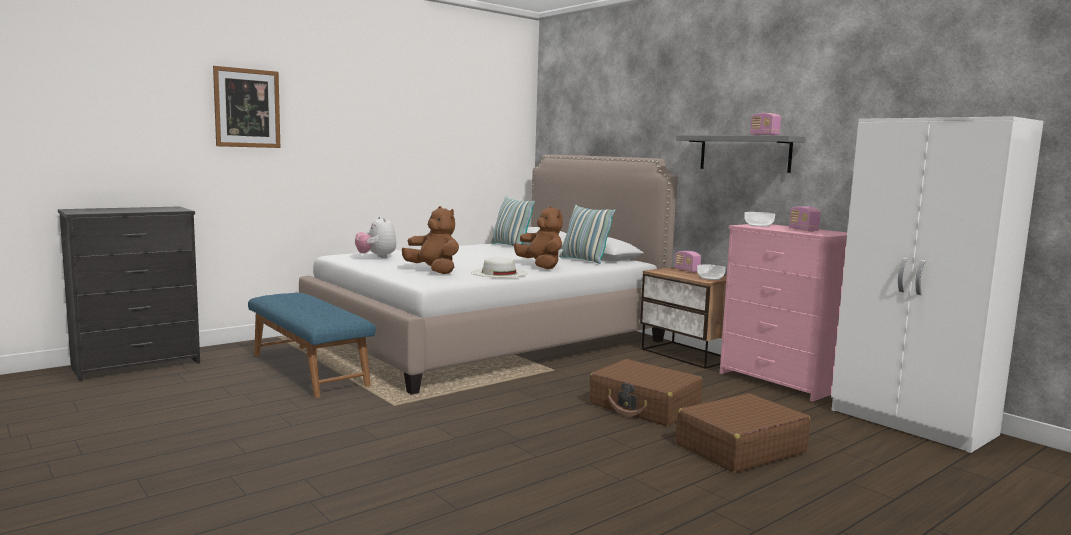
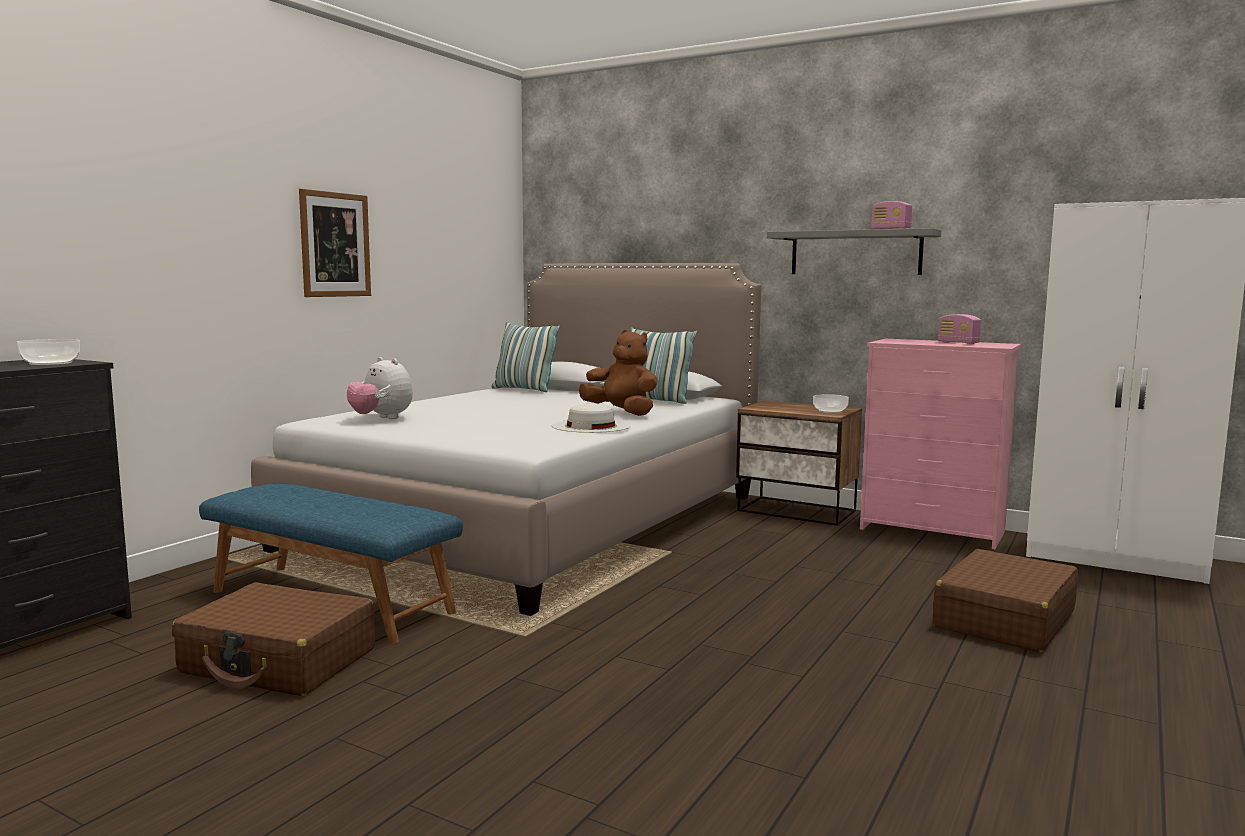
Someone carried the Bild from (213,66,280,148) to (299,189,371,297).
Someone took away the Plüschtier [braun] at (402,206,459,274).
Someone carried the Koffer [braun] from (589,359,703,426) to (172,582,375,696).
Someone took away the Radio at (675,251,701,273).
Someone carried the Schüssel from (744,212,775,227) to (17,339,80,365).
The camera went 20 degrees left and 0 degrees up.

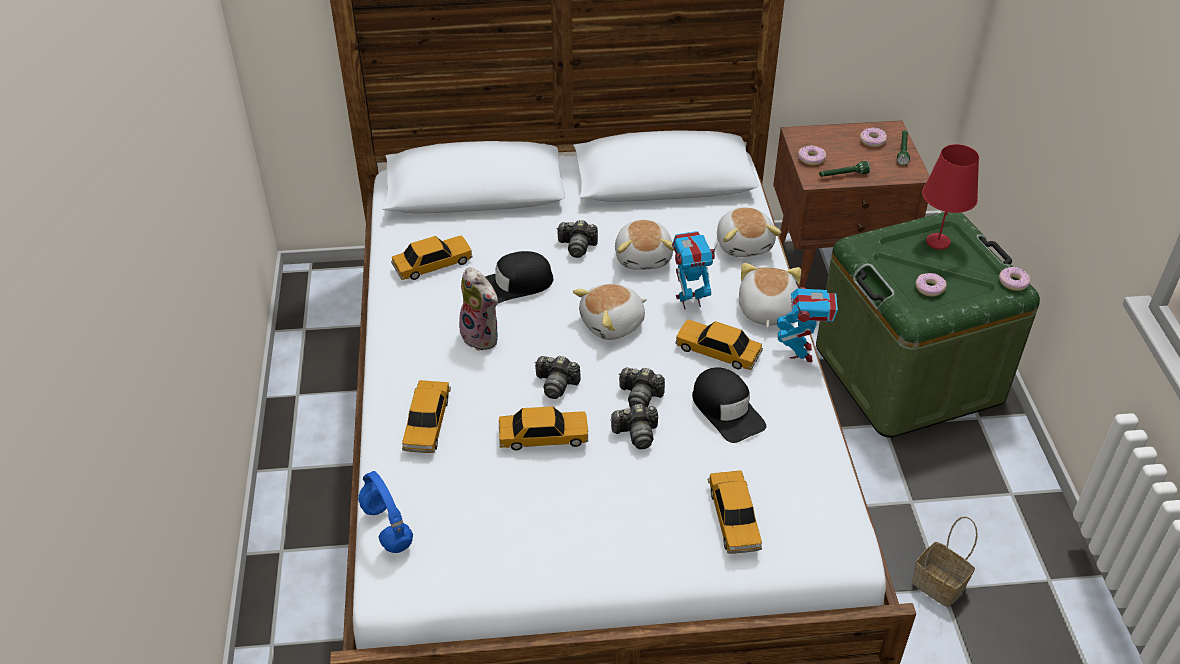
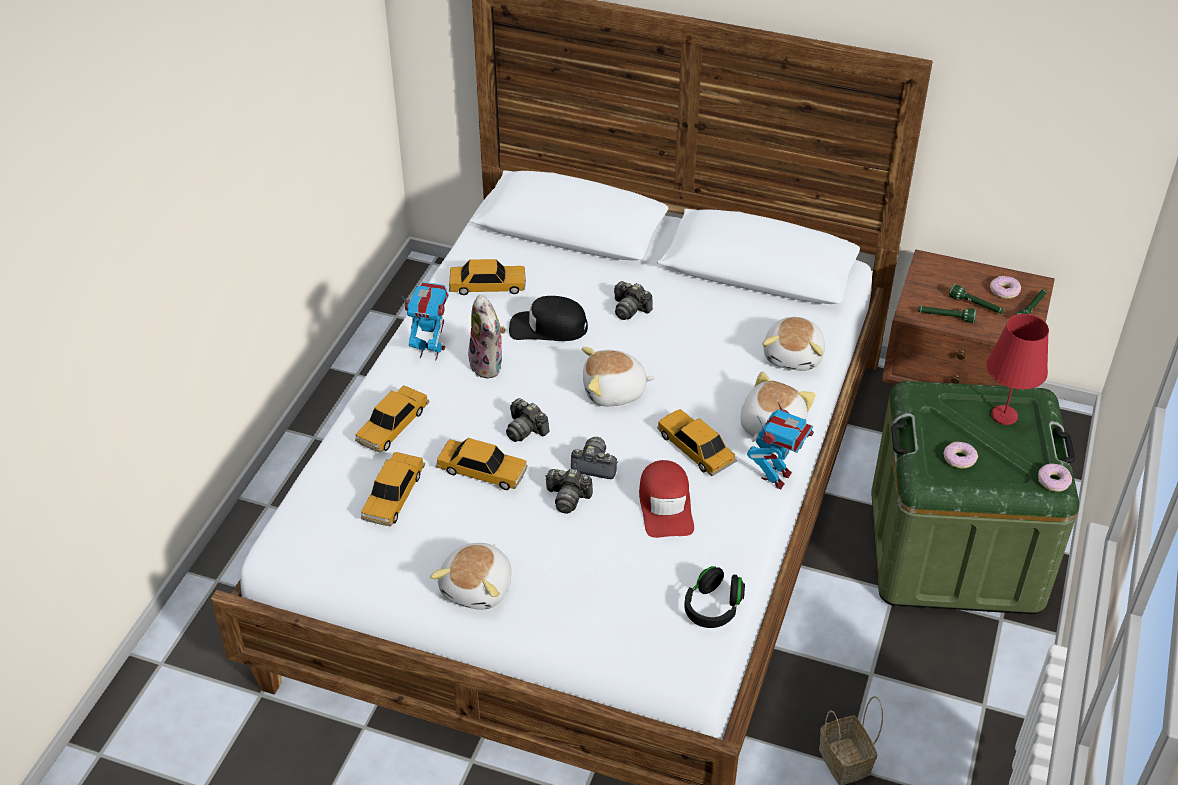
Someone took away the Kopfhörer [blau] at (358,471,413,553).
Someone carried the Plüschtier from (615,220,674,270) to (430,543,512,610).
Someone rotated the Kamera at (619,368,665,407) by 150 degrees clockwise.
Someone carried the Spielzeugroboter from (672,231,717,309) to (402,282,449,360).
Someone repainted the Kappe [schwarz] at (692,367,766,443), which became the Kappe [rot] at (639,460,694,538).
Someone carried the Spielzeugauto from (708,470,762,554) to (361,452,425,526).
Someone took away the Donut at (798,145,826,165).
Someone put down the Kopfhörer [schwarz] at (684,566,745,628).
Someone put down the Taschenlampe [grün] at (949,284,1004,314).
The camera went 25 degrees right and 0 degrees up.

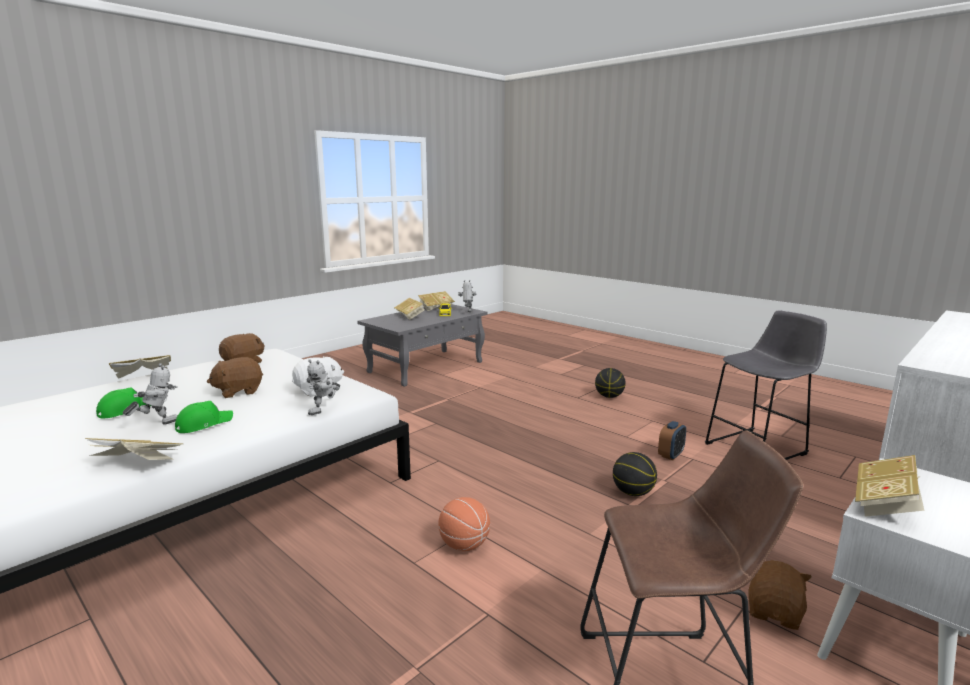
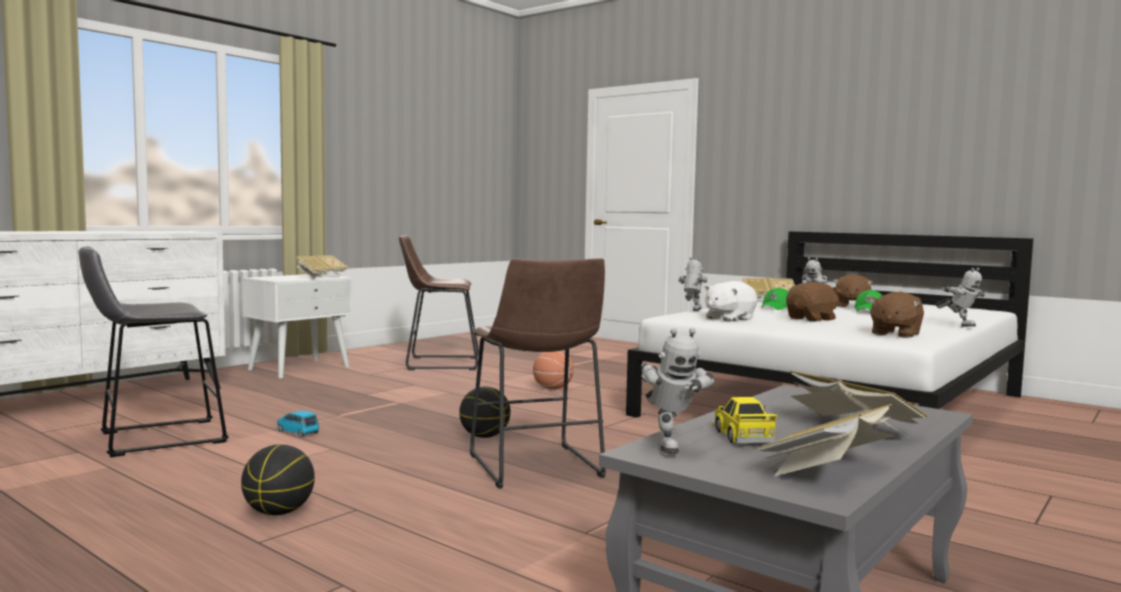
Someone swapped the Buch at (108,355,171,379) for the Spielzeugroboter at (935,268,986,327).
Someone carried the Basketball from (613,452,657,496) to (459,387,511,438).
Someone swapped the Wecker at (658,421,686,460) for the Spielzeugauto [blau] at (277,411,319,437).
Someone carried the Plüschtier [braun] from (749,560,812,630) to (833,274,873,309).
Someone put down the Hocker [braun] at (470,258,606,489).
The camera went 175 degrees right and 10 degrees down.

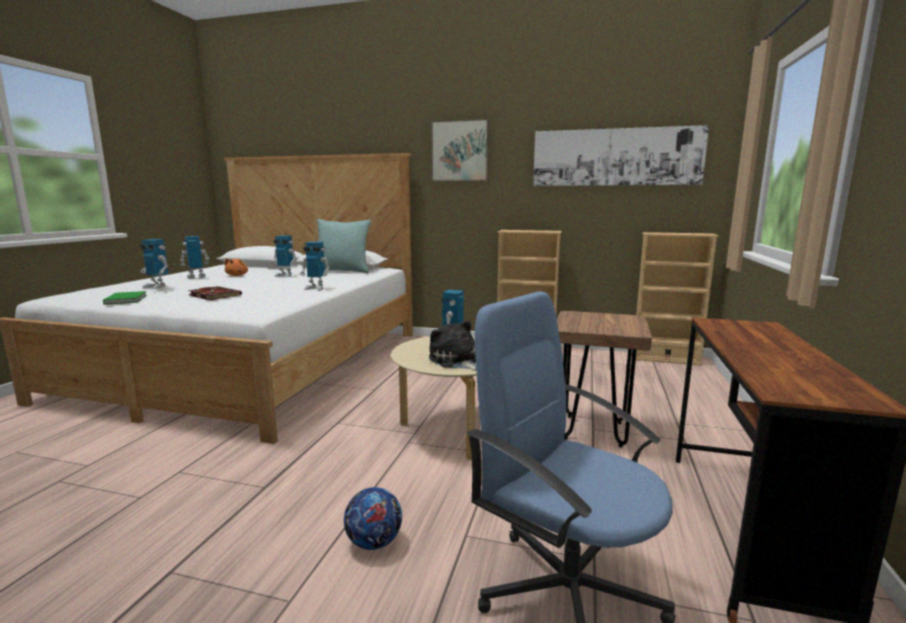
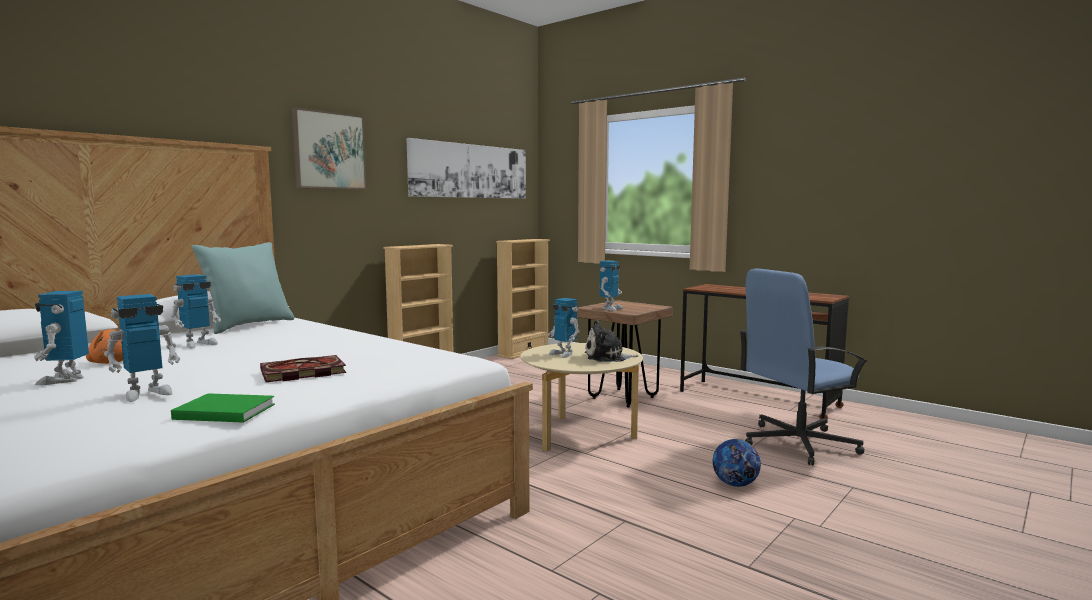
Someone carried the Spielzeugroboter from (300,242,330,290) to (600,260,624,311).
The camera went 65 degrees left and 5 degrees down.

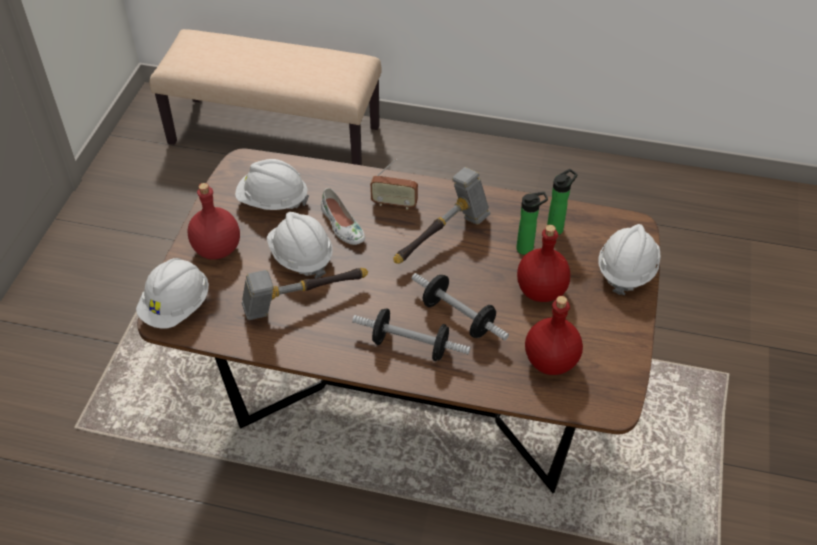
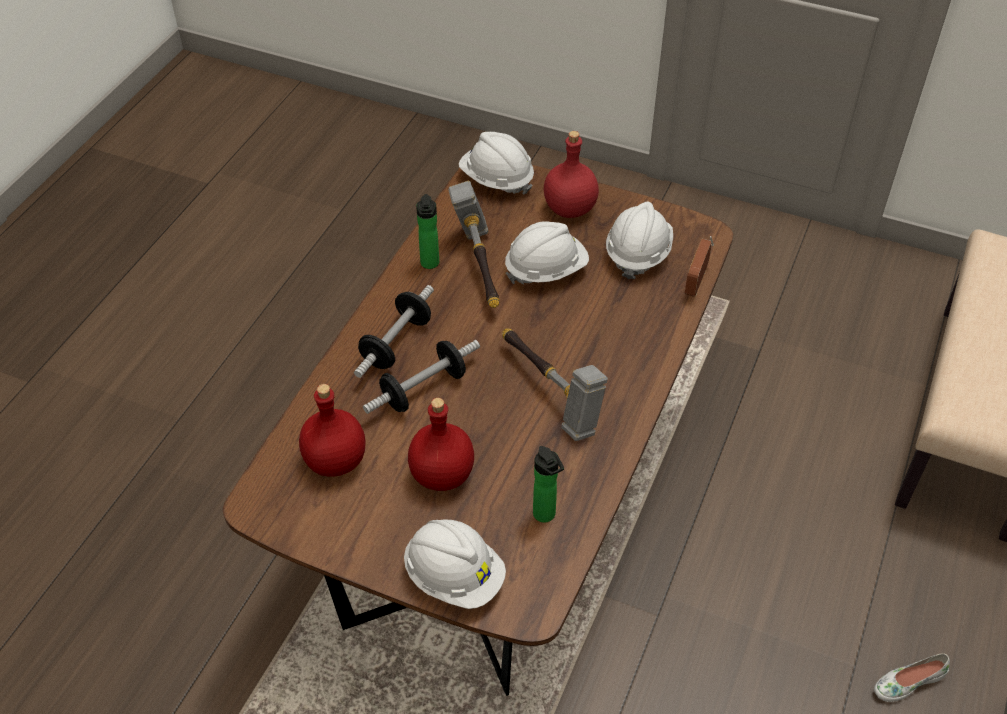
Someone carried the Schuh [weiß] from (321,188,365,245) to (874,653,950,702).
Someone carried the Radio from (370,159,418,210) to (685,236,714,297).
Someone carried the Flasche from (516,192,548,255) to (416,194,439,269).
The camera went 100 degrees right and 0 degrees up.

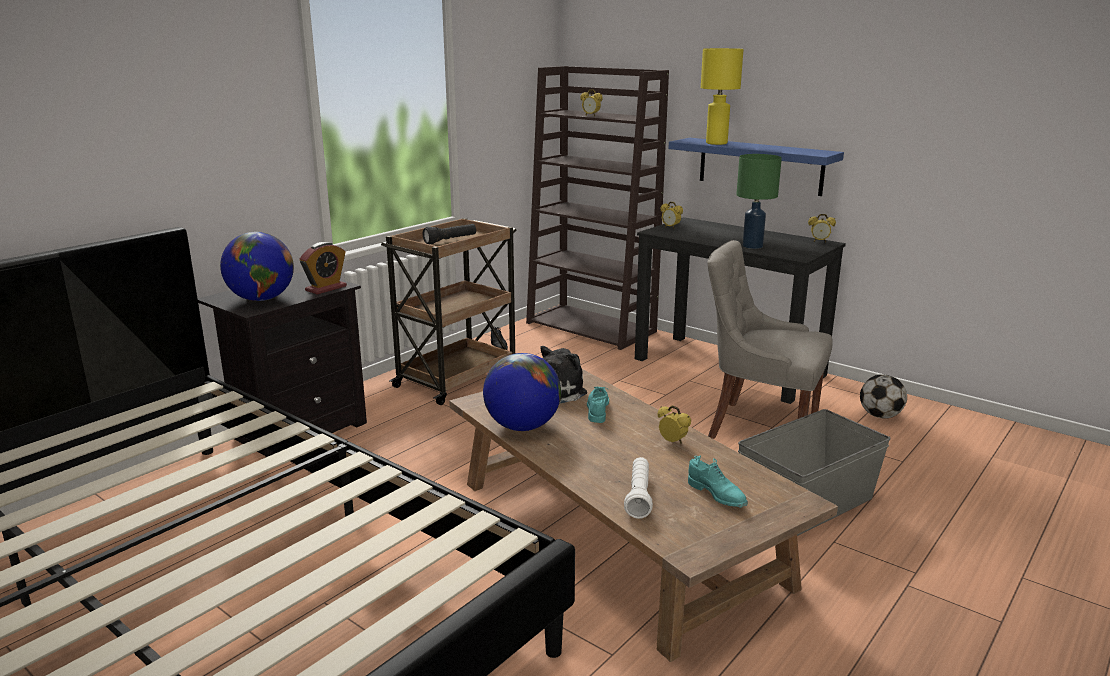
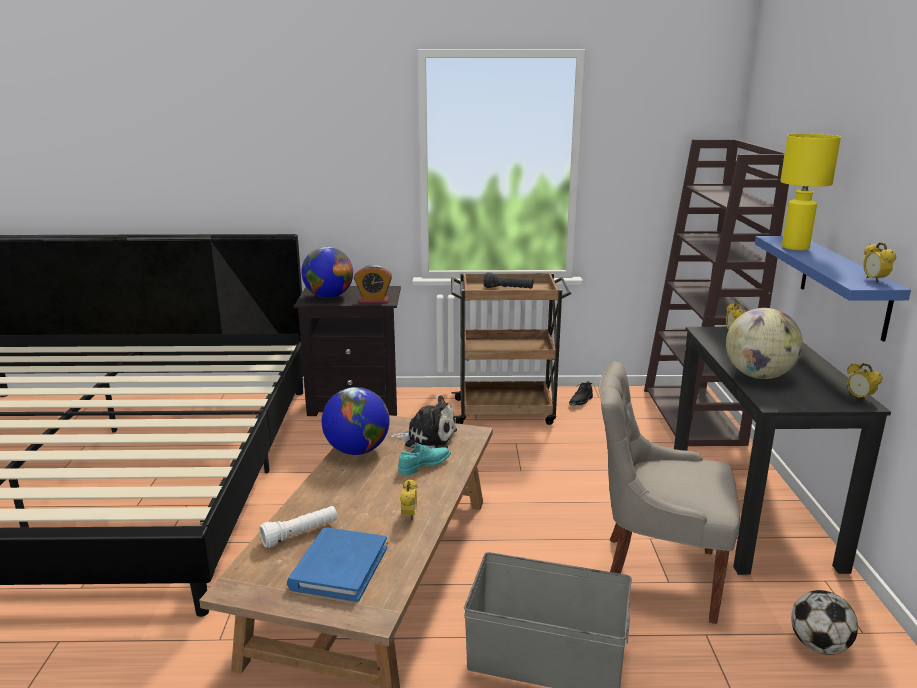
Someone carried the Wecker from (580,90,603,116) to (863,242,896,283).
Someone swapped the Schuh [türkis] at (688,455,748,508) for the Buch [blau] at (287,527,387,602).
Someone rotated the Stuhl [grau] at (707,240,833,439) by 60 degrees counterclockwise.
Someone swapped the Tischlampe [grün] at (736,154,782,249) for the Globus at (726,308,803,379).
The camera went 50 degrees right and 0 degrees up.

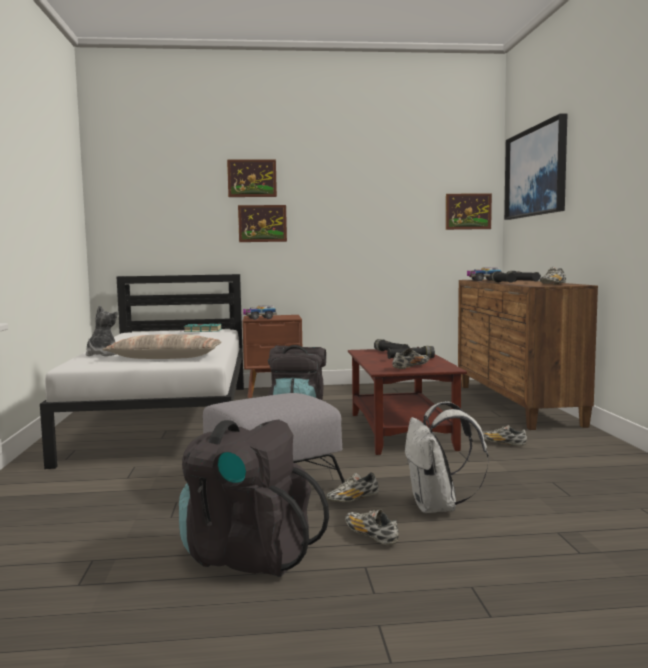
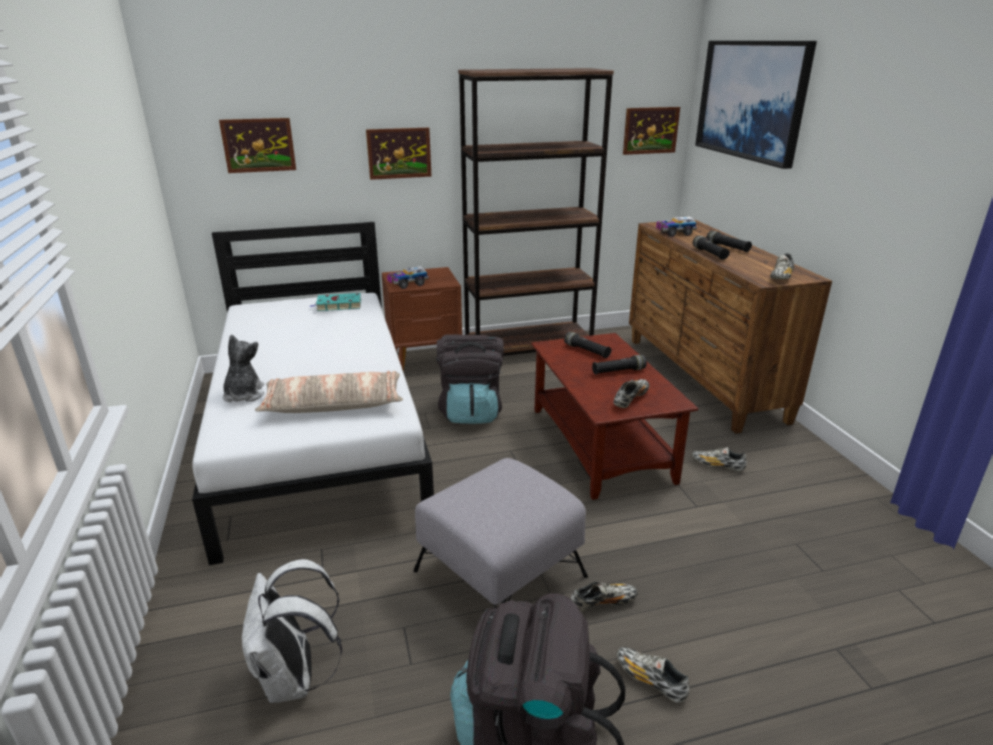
Someone carried the Bild from (227,159,277,197) to (219,118,296,173).
Someone rotated the Schuh at (325,472,379,502) by 150 degrees counterclockwise.
Someone carried the Rucksack [weiß] from (405,401,489,513) to (242,559,342,703).
Someone put down the Bücherregal [braun] at (458,68,614,356).
The camera went 10 degrees left and 20 degrees up.

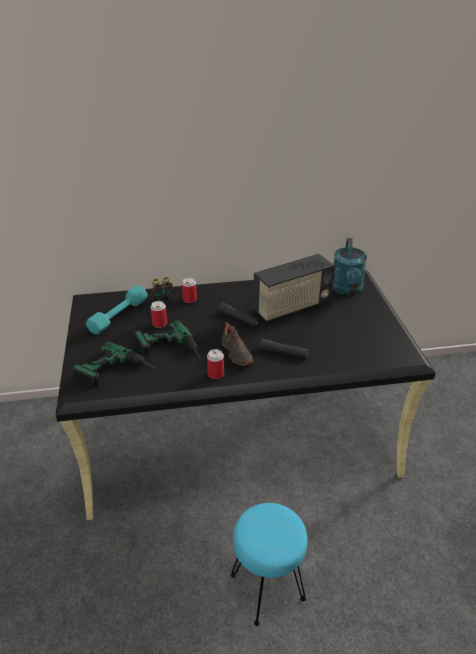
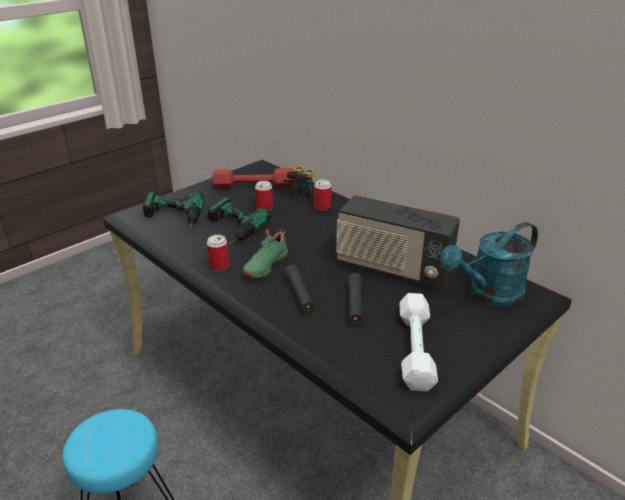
Someone repainted the Hantel [türkis] at (86,285,148,334), which became the Hantel [rot] at (213,168,294,189).
Someone carried the Taschenlampe [schwarz] from (219,303,259,327) to (348,273,362,324).
Someone repainted the Schuh [schwarz] at (221,322,253,366), which became the Schuh [grün] at (243,229,288,278).
Someone put down the Hantel [weiß] at (400,293,438,392).
The camera went 55 degrees right and 5 degrees down.

